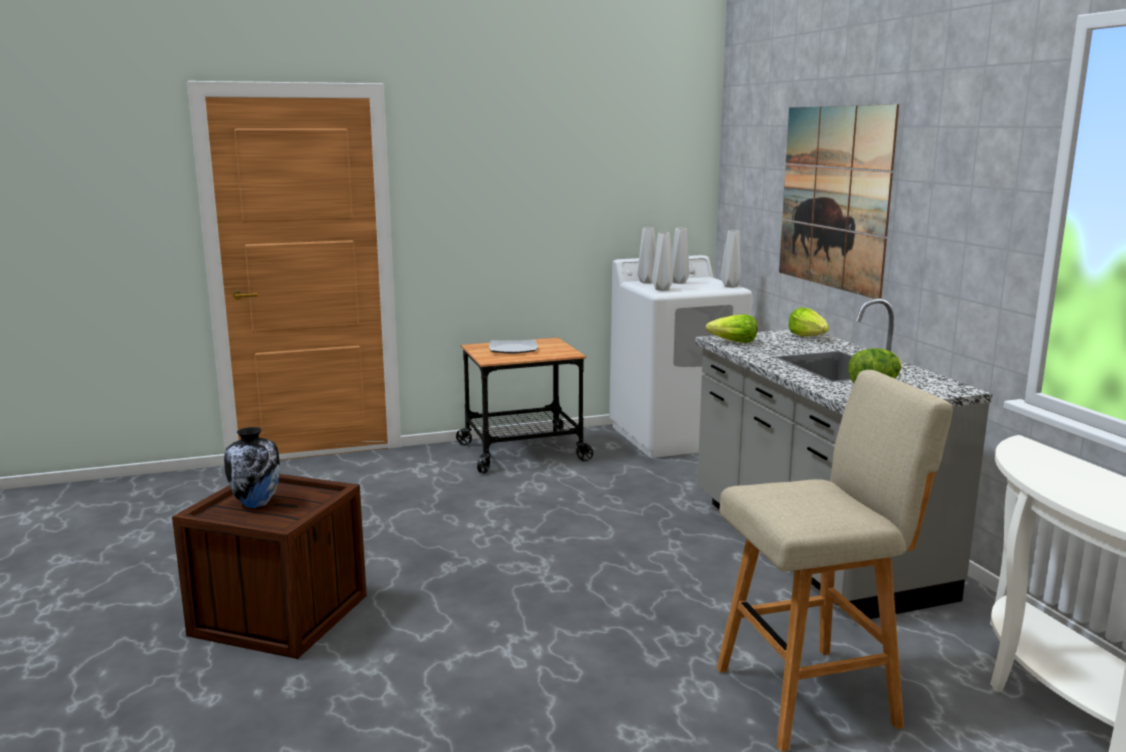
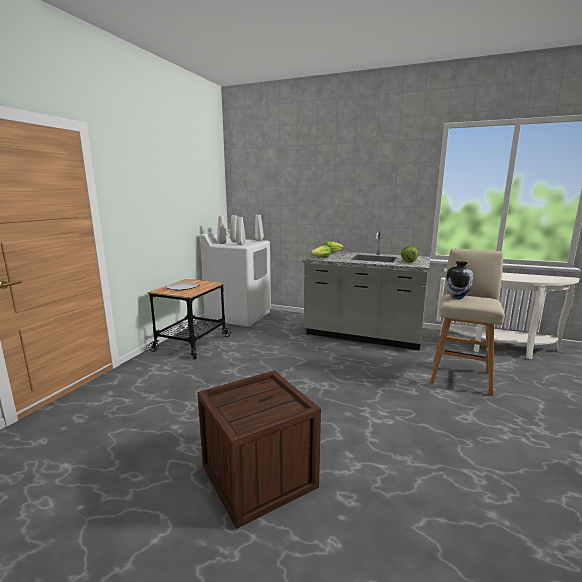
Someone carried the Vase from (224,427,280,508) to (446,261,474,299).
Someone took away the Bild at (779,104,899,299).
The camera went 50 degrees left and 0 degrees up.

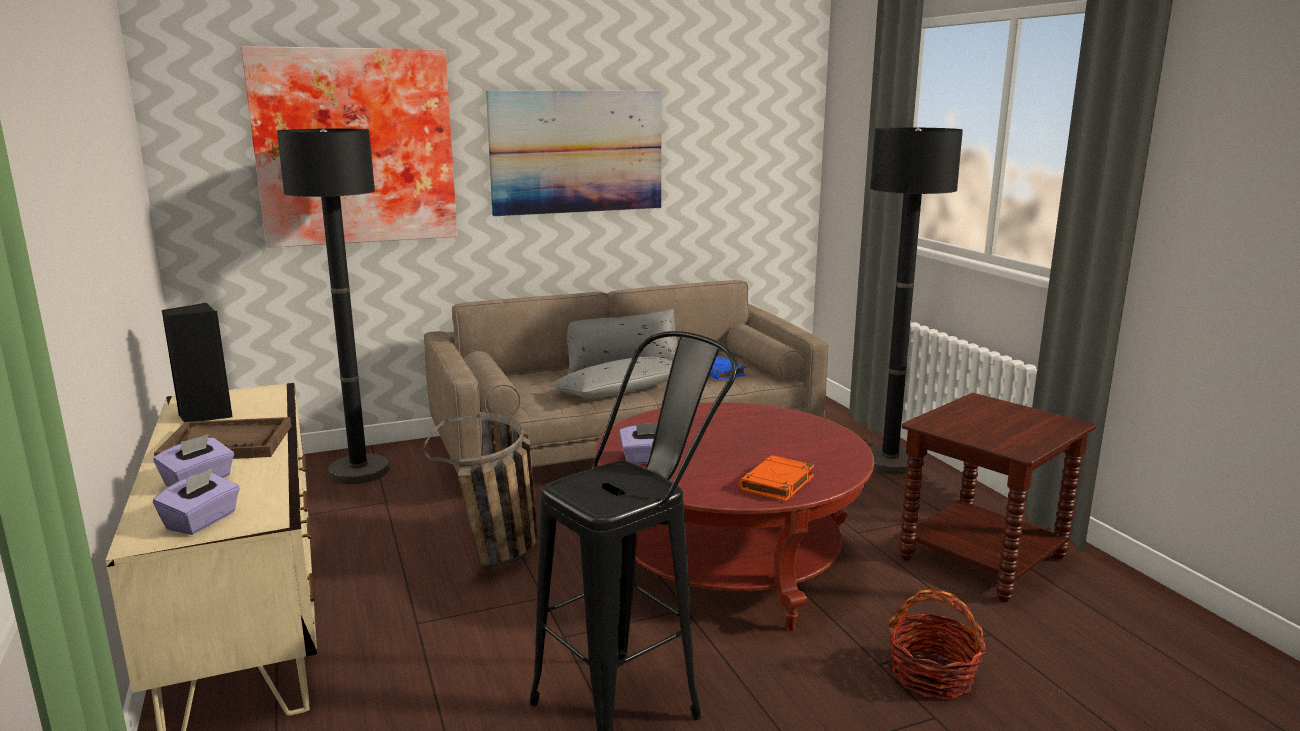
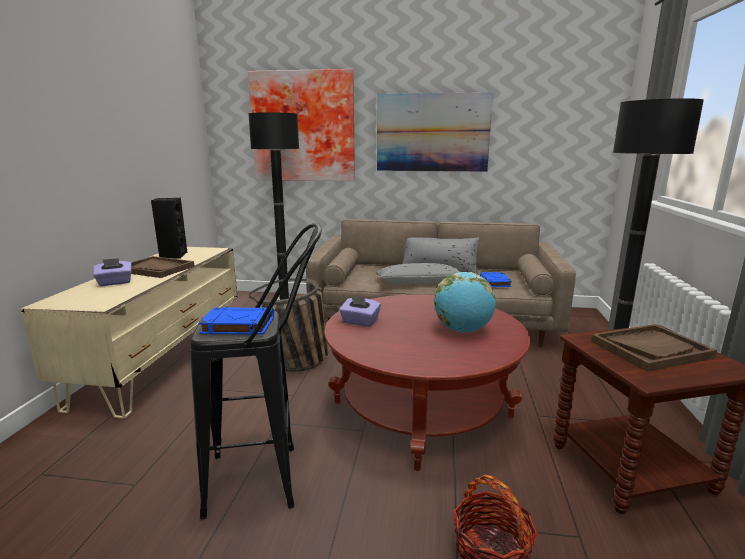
Someone took away the Taschentuchbox [lila] at (153,468,240,535).
Someone took away the Buch [orange] at (739,455,814,502).
Someone put down the Buch [blau] at (198,307,274,335).
Someone put down the Globus at (434,272,496,332).
Someone put down the Tablett [braun] at (591,324,717,372).
The camera went 30 degrees right and 0 degrees up.

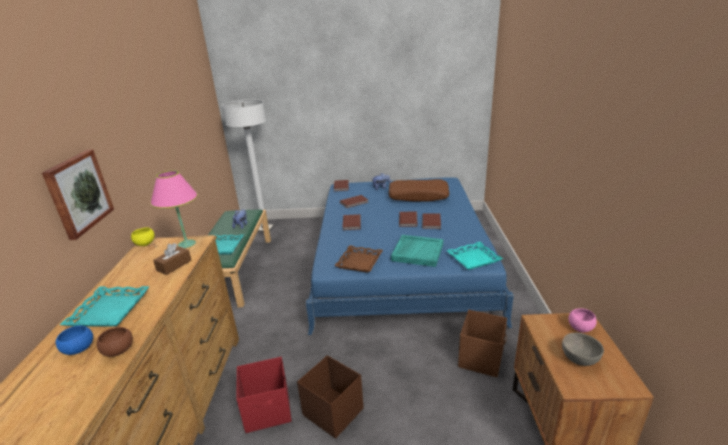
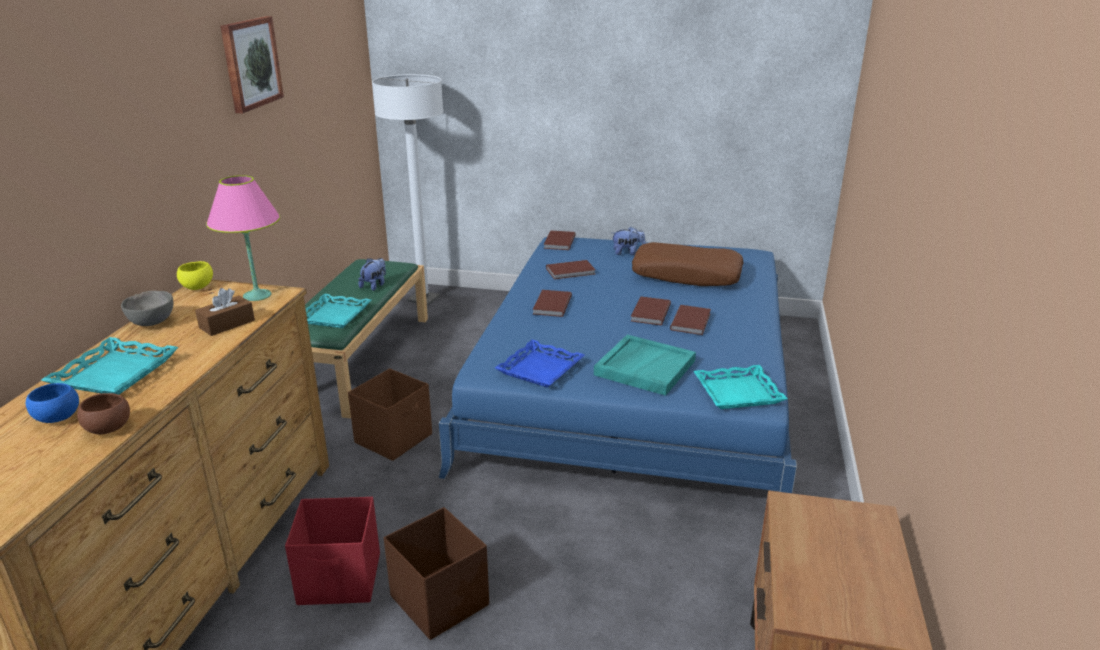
Someone carried the Bild from (42,149,114,240) to (220,16,284,113).
Someone repainted the Tablett [braun] at (334,245,383,272), which became the Tablett [blau] at (495,340,584,388).
Someone carried the Aufbewahrungsbox [braun] from (458,310,507,377) to (348,369,432,461).
Someone carried the Schüssel [grau] from (562,333,604,366) to (121,291,173,326).
Someone took away the Schüssel [rosa] at (568,308,597,332).
The camera went 10 degrees right and 0 degrees up.

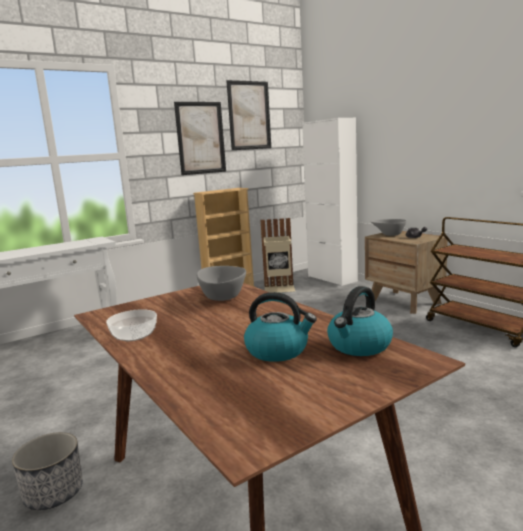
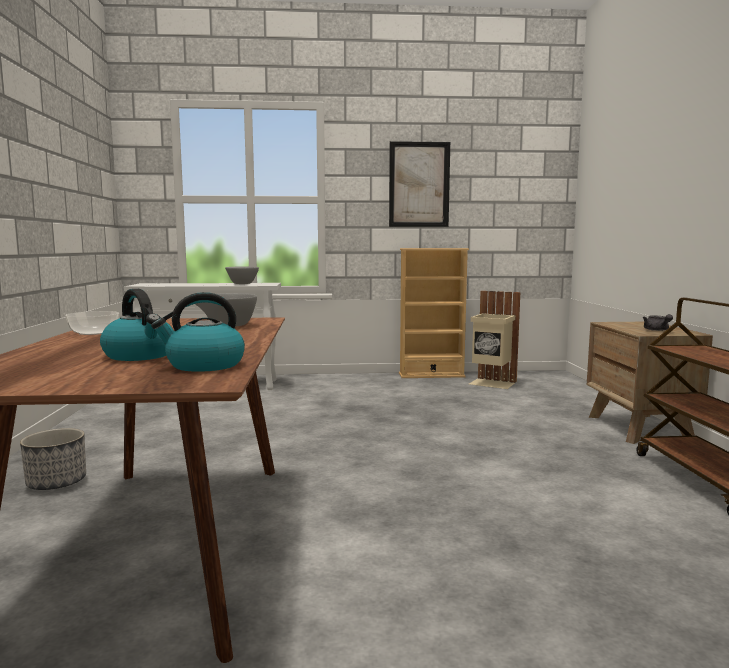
Someone took away the Bild at (226,80,271,150).
Someone took away the Schrank [weiß] at (302,118,358,286).
Someone carried the Schüssel [grau] from (370,219,406,236) to (225,267,259,284).
The camera went 30 degrees right and 5 degrees down.

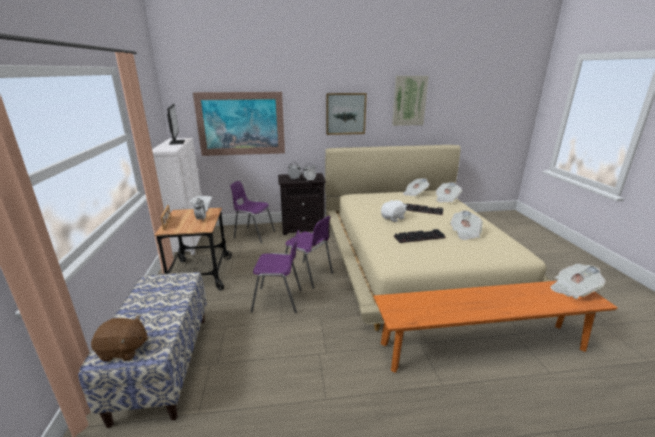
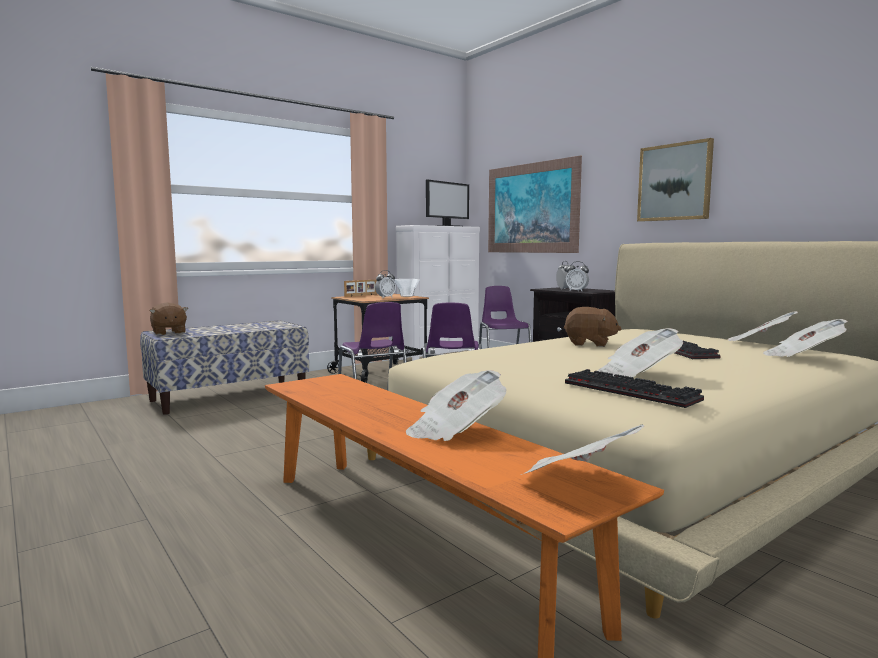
Someone repainted the Plüschtier [weiß] at (381,200,407,222), which became the Plüschtier [braun] at (564,307,621,347).
Someone took away the Bild at (392,76,429,126).
Someone carried the Tastatur from (394,229,445,243) to (565,369,704,408).
Someone put down the Zeitung at (406,370,507,441).
The camera went 60 degrees right and 15 degrees down.

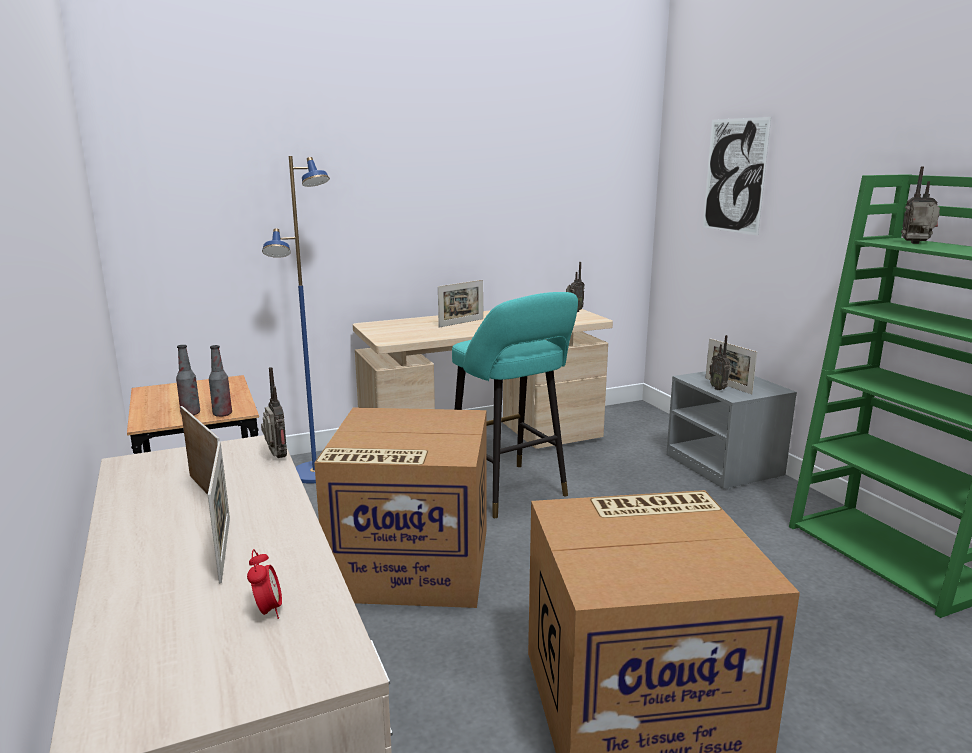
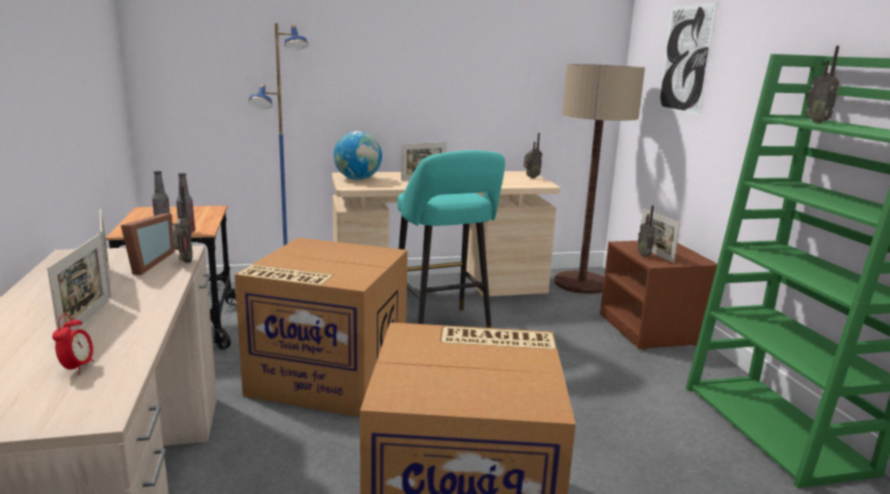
Someone repainted the Nachttisch [grau] at (666,371,797,489), which became the Nachttisch [braun] at (600,241,717,350).
Someone rotated the Radio at (901,167,940,244) by 135 degrees counterclockwise.
Someone put down the Bilderrahmen at (121,213,175,275).
Someone put down the Globus at (334,131,382,180).
Someone put down the Stehlampe at (554,64,645,294).
The camera went 10 degrees right and 0 degrees up.

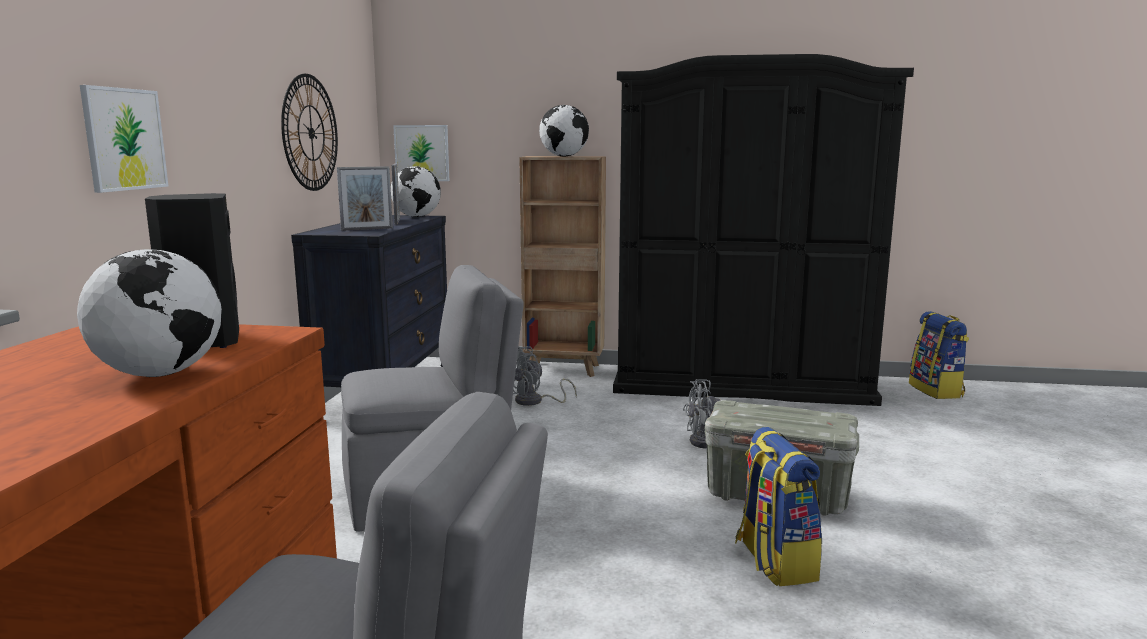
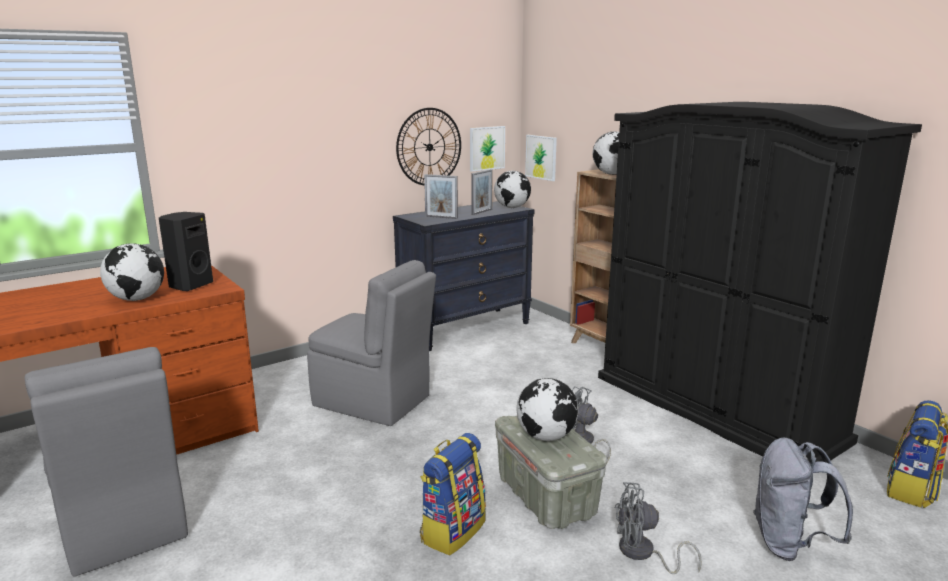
Someone carried the Bild from (80,85,168,193) to (470,126,505,172).
Someone carried the Ventilator [grau] from (513,346,577,406) to (614,482,702,574).
Someone put down the Globus at (516,378,578,441).
Someone put down the Rucksack [grau] at (753,438,853,561).
The camera went 45 degrees right and 5 degrees up.

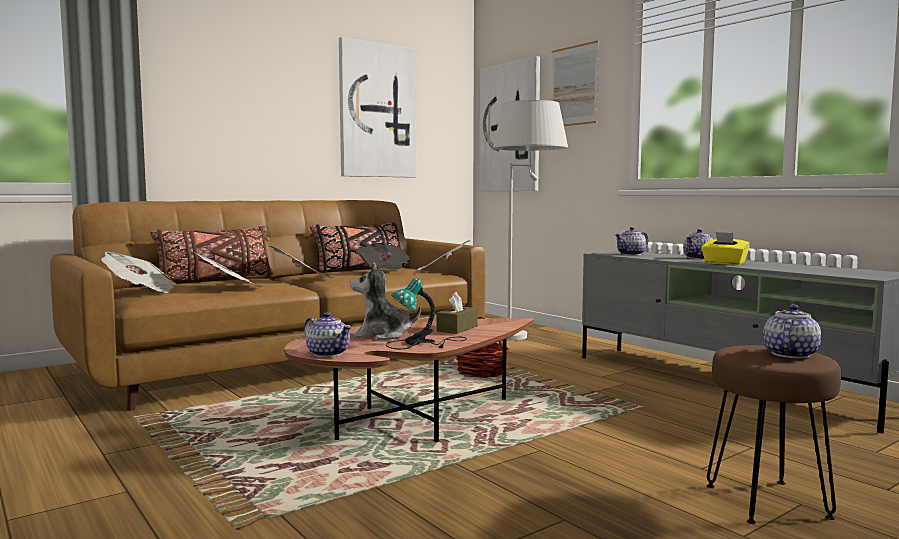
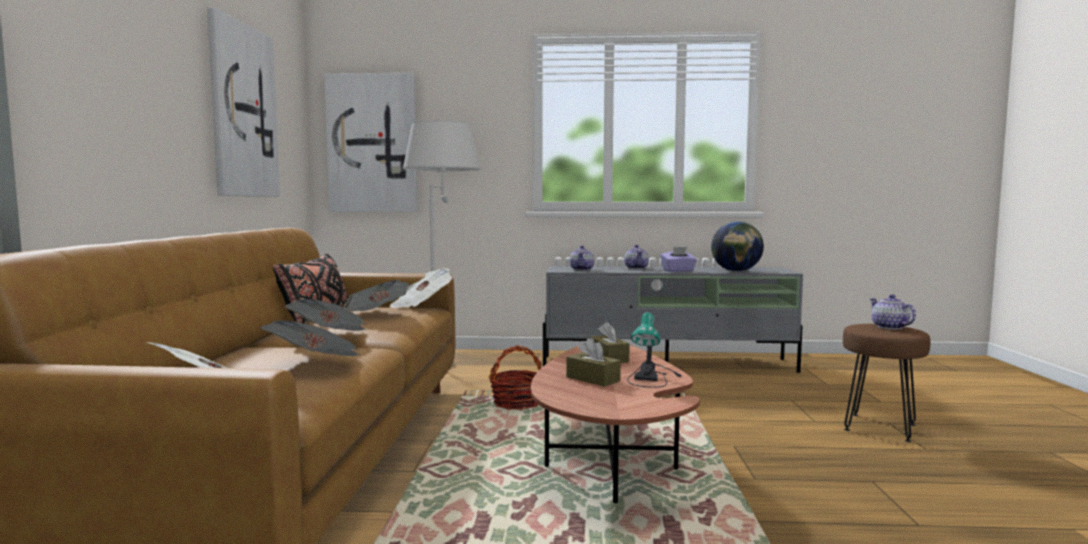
Someone took away the Kissen [braun] at (150,226,274,282).
Someone took away the Teekanne at (304,312,352,357).
Someone swapped the Plüschtier at (350,262,421,340) for the Taschentuchbox [braun] at (566,338,621,387).
Someone took away the Bild at (551,40,599,126).
Someone repainted the Taschentuchbox [gelb] at (701,232,750,265), which became the Taschentuchbox [lila] at (661,247,697,272).
Someone put down the Globus at (711,222,764,272).
The camera went 50 degrees left and 0 degrees up.

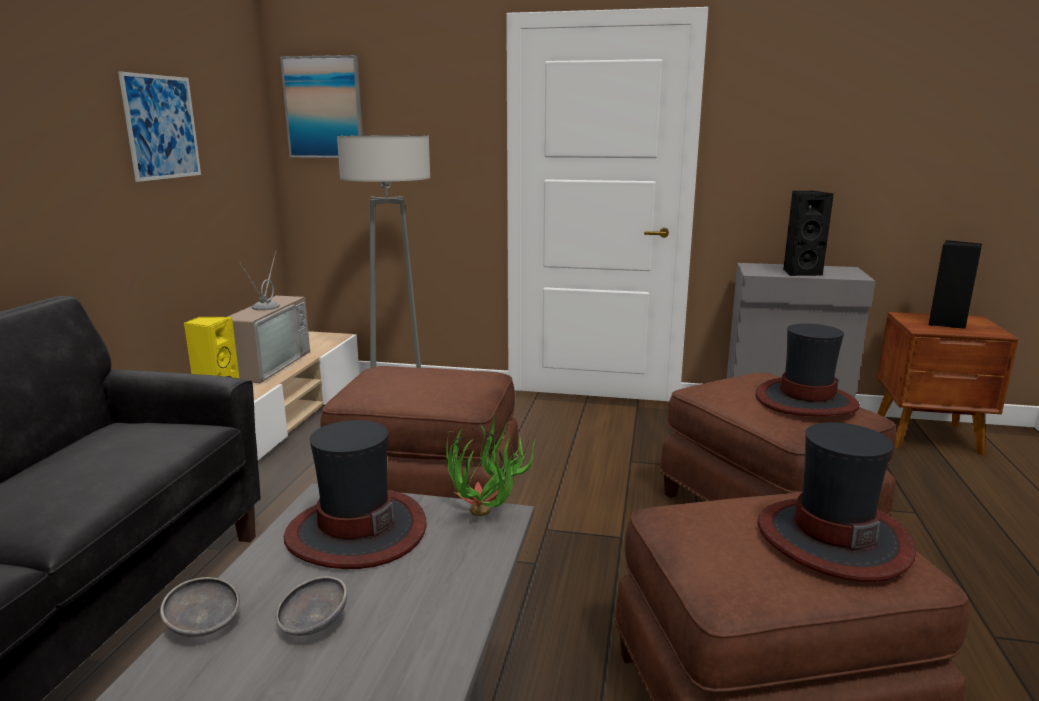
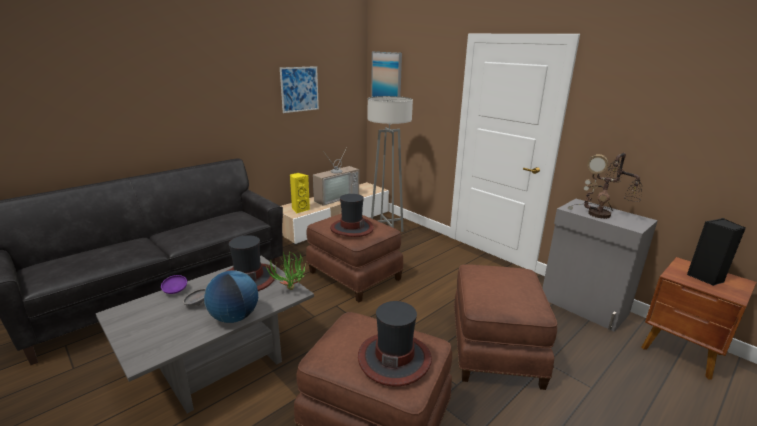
Someone repainted the Schüssel [grau] at (160,577,240,637), which became the Schüssel [lila] at (161,275,187,294).
Someone carried the Hut from (756,324,860,416) to (330,194,374,237).
Someone swapped the Lautsprecher [schwarz] at (783,191,834,276) for the Tischlampe at (568,153,642,219).
Someone put down the Globus at (204,271,258,323).
The camera went 35 degrees right and 5 degrees up.

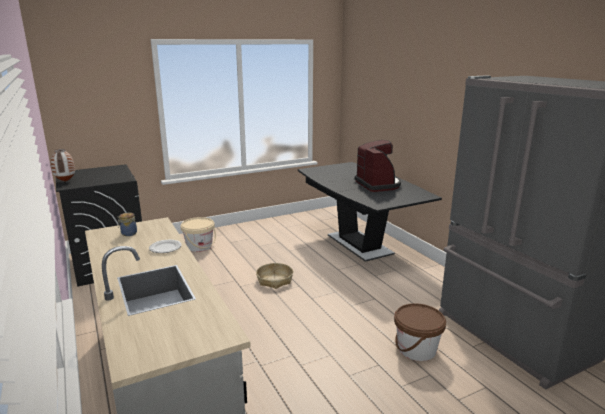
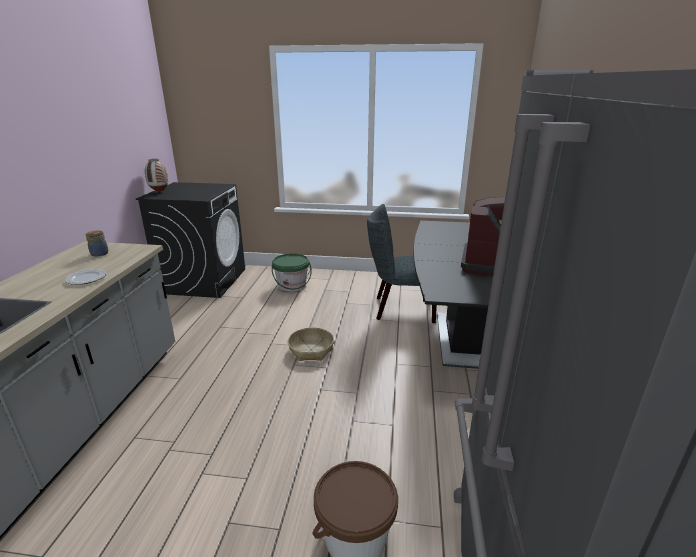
Someone repainted the Eimer [beige] at (181,217,216,252), which became the Eimer [grün] at (272,253,312,292).
Someone put down the Stuhl [grau] at (367,204,437,323).
The camera went 35 degrees right and 5 degrees up.

